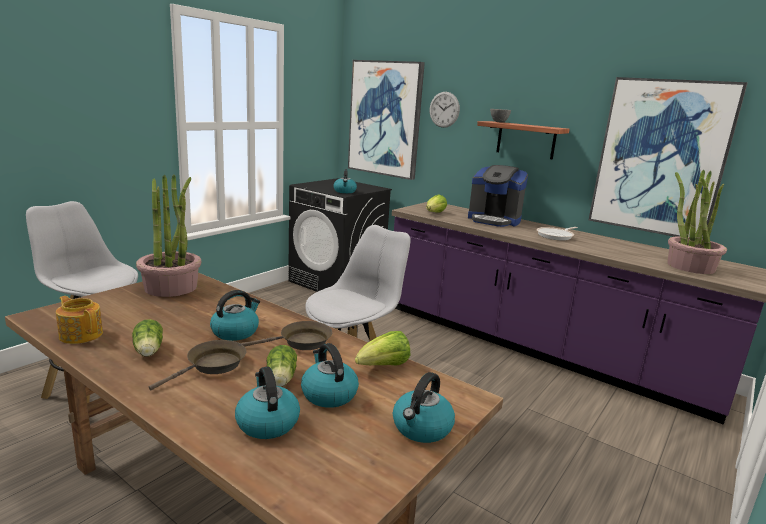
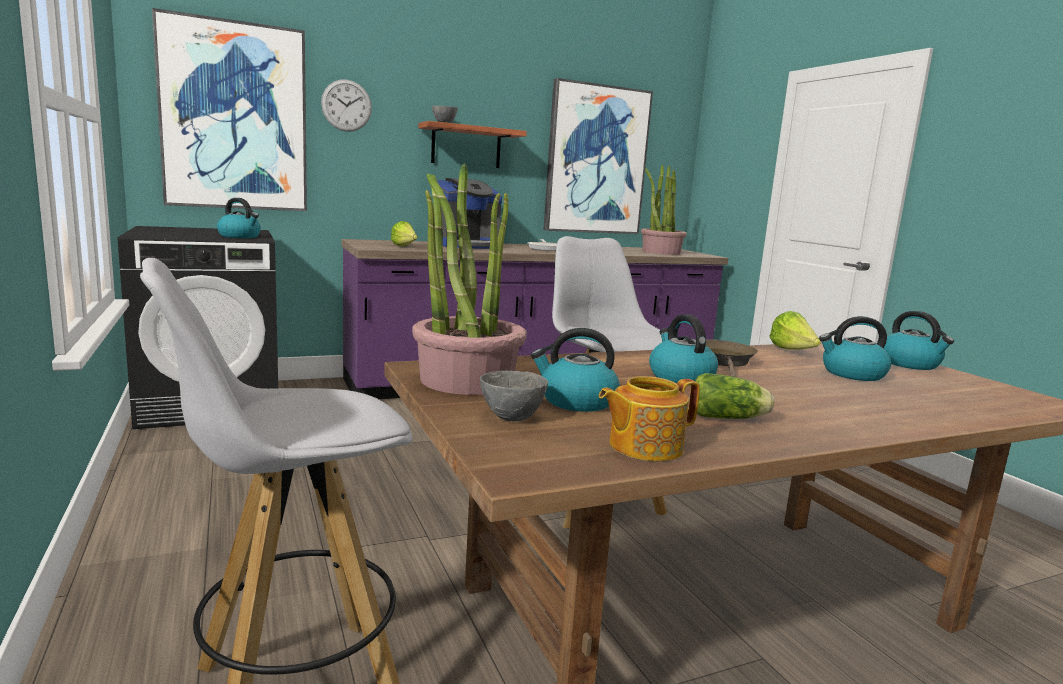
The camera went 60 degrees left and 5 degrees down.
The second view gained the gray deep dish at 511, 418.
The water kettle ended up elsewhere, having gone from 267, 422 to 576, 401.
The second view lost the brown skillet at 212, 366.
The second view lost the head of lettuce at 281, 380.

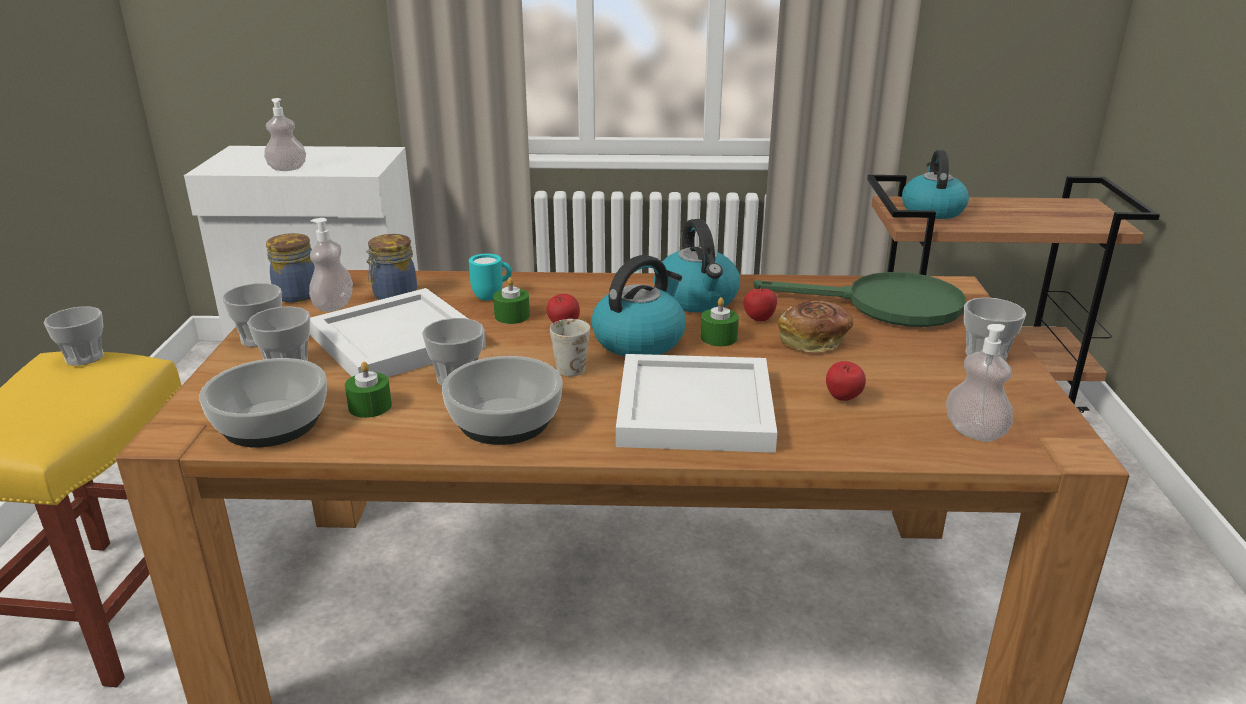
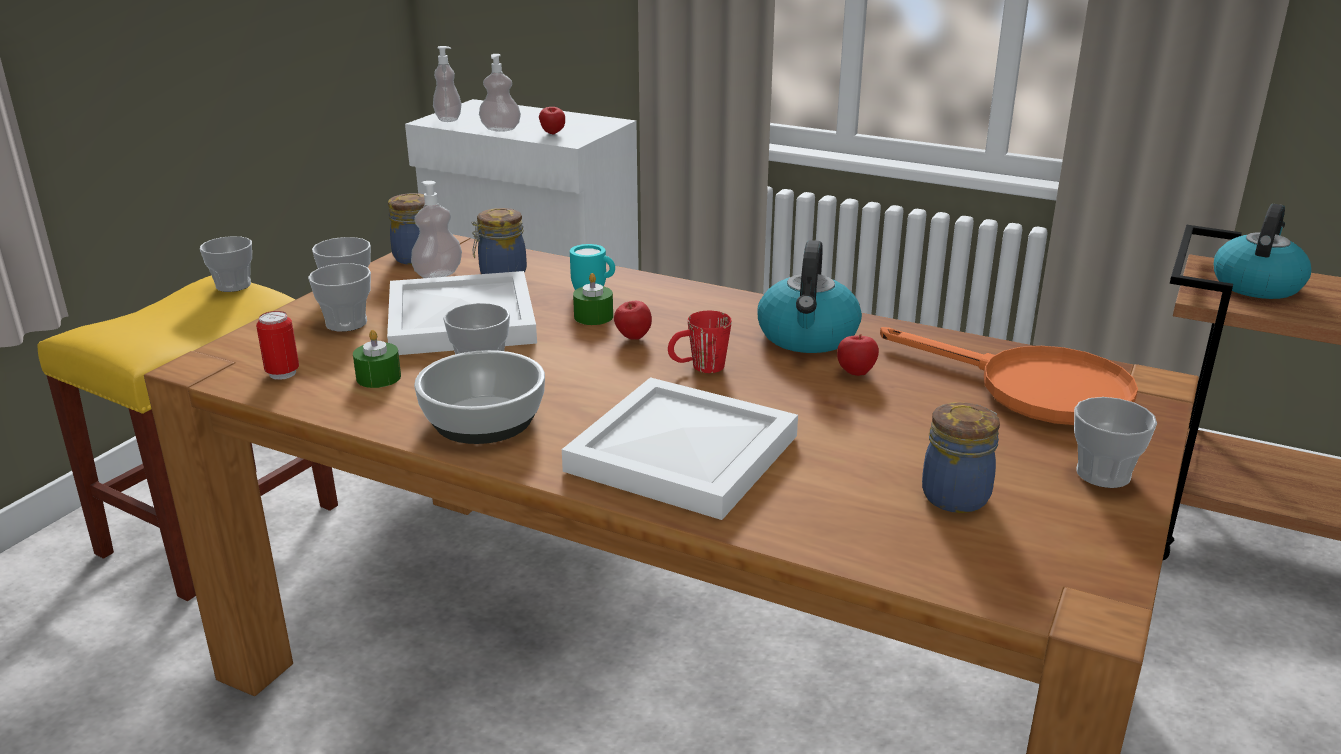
The camera went 25 degrees right and 0 degrees up.
Where the deep dish stood at 269, 423, the sealed can came to stand at 282, 373.
The liquid soap bottle ended up elsewhere, having gone from 974, 432 to 448, 119.
The whole apple ended up elsewhere, having gone from 843, 399 to 552, 134.
Where the water kettle stood at 639, 340, the reddish coffee mug came to stand at 698, 368.
What was the greenish skillet at 886, 306 turned into the orange skillet at 1033, 388.
The second view gained the storage jar at 957, 495.
The second view lost the white coffee mug at 566, 365.
The second view lost the greenish wax candle at 718, 338.
The second view lost the baked bread at 814, 341.

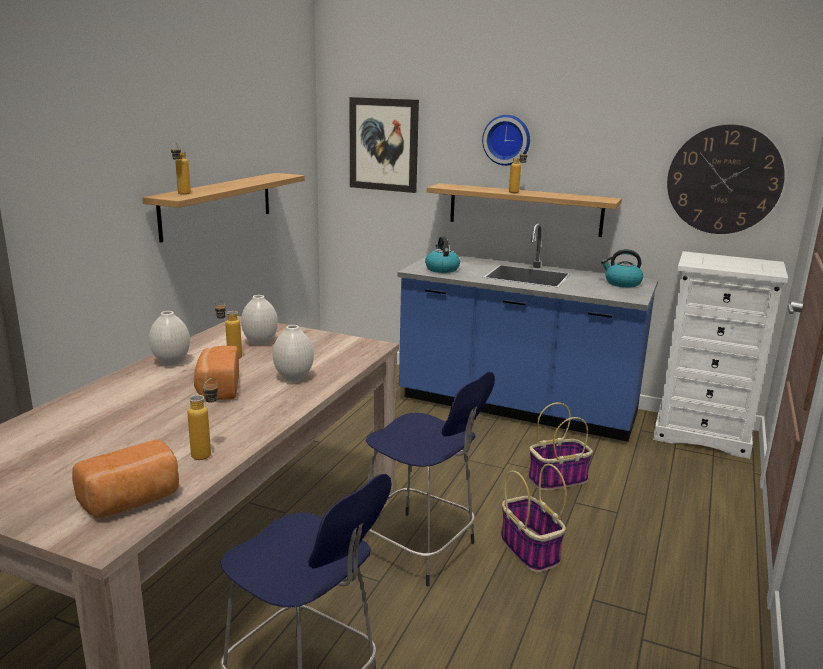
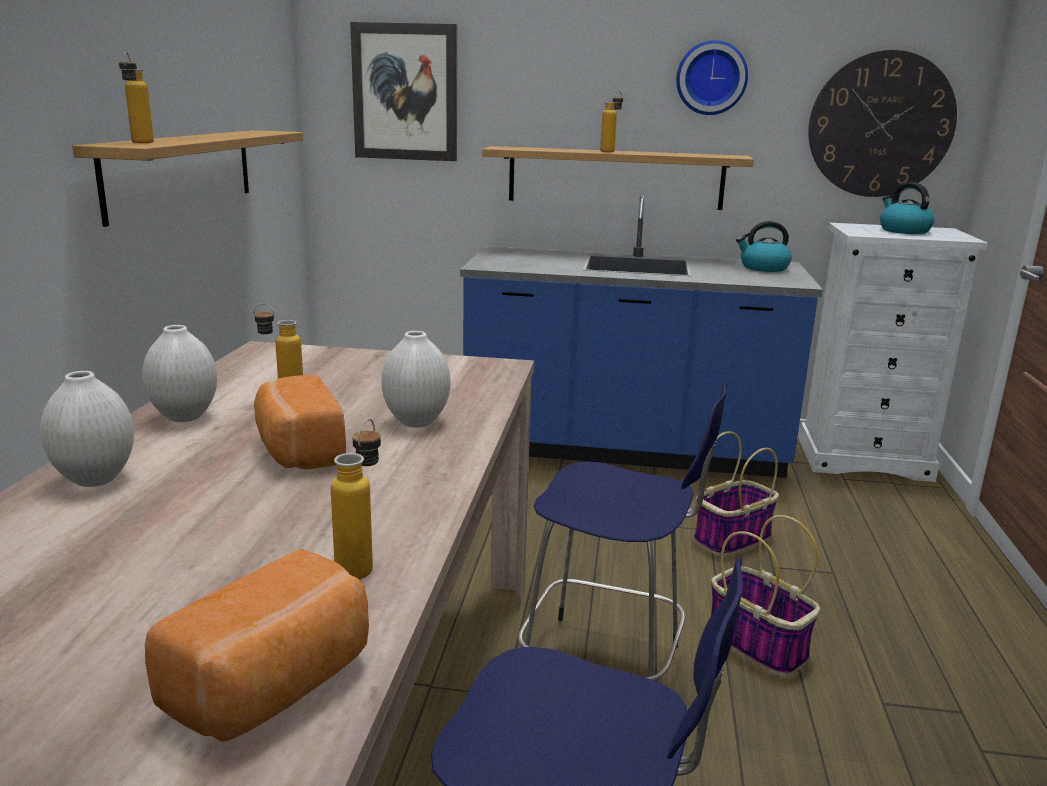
The camera went 15 degrees left and 0 degrees up.
The white decorative vase ended up elsewhere, having gone from 260, 342 to 96, 479.
The wall clock ended up elsewhere, having gone from 507, 140 to 711, 78.
The water kettle ended up elsewhere, having gone from 441, 269 to 903, 231.

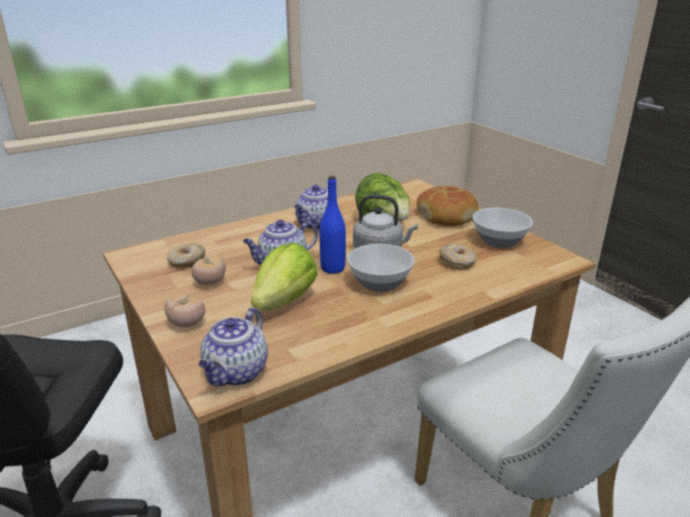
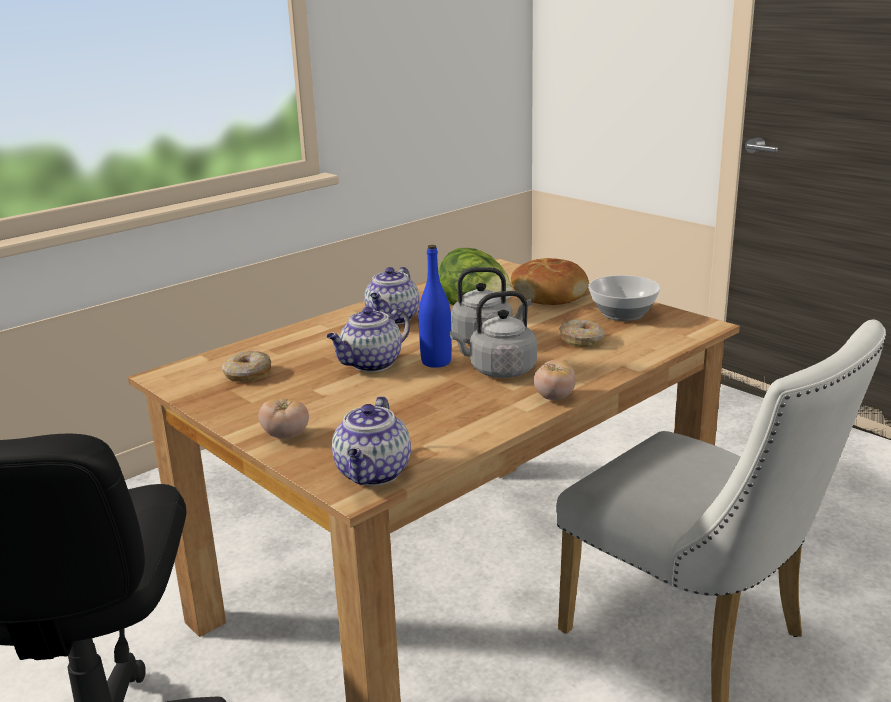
The camera went 10 degrees left and 5 degrees down.
Where the deep dish stood at 379, 283, the gray water kettle came to stand at 499, 371.
The tomato ended up elsewhere, having gone from 210, 282 to 554, 397.
The second view lost the head of lettuce at 284, 301.

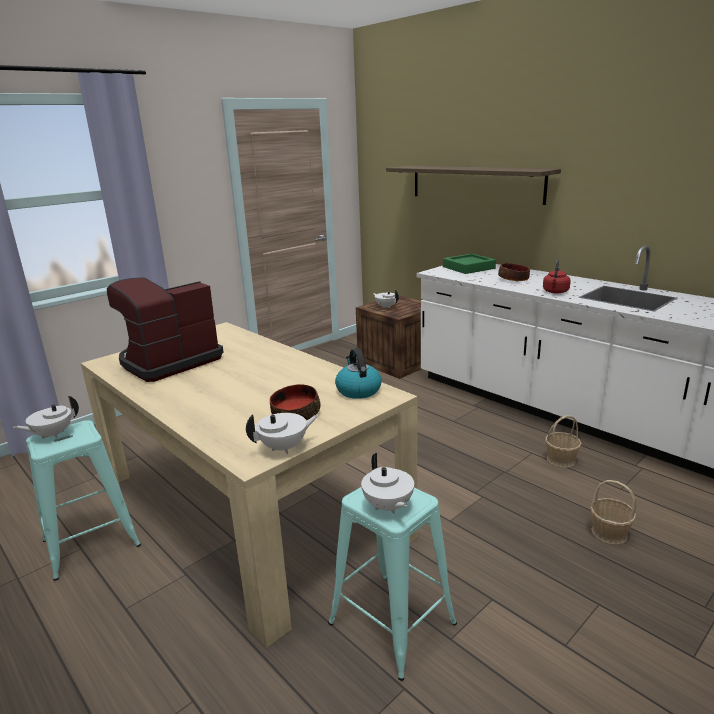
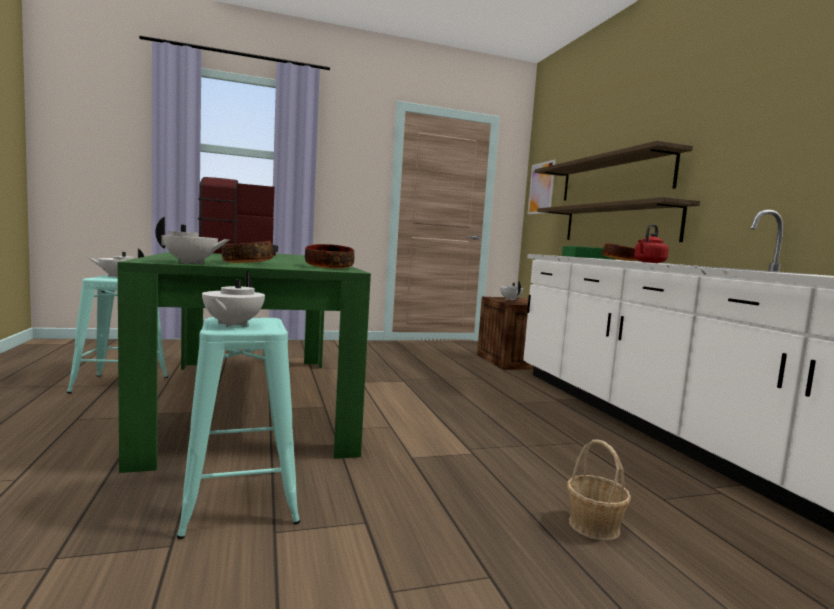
The camera went 25 degrees right and 15 degrees down.
What was the beige kitchen table at 250, 508 turned into the greenish kitchen table at 252, 400.
Where the water kettle stood at 358, 390, the deep dish came to stand at 328, 267.
The second view gained the picture at 541, 188.
The second view gained the shelf at 618, 223.
The second view lost the household basket at 561, 460.

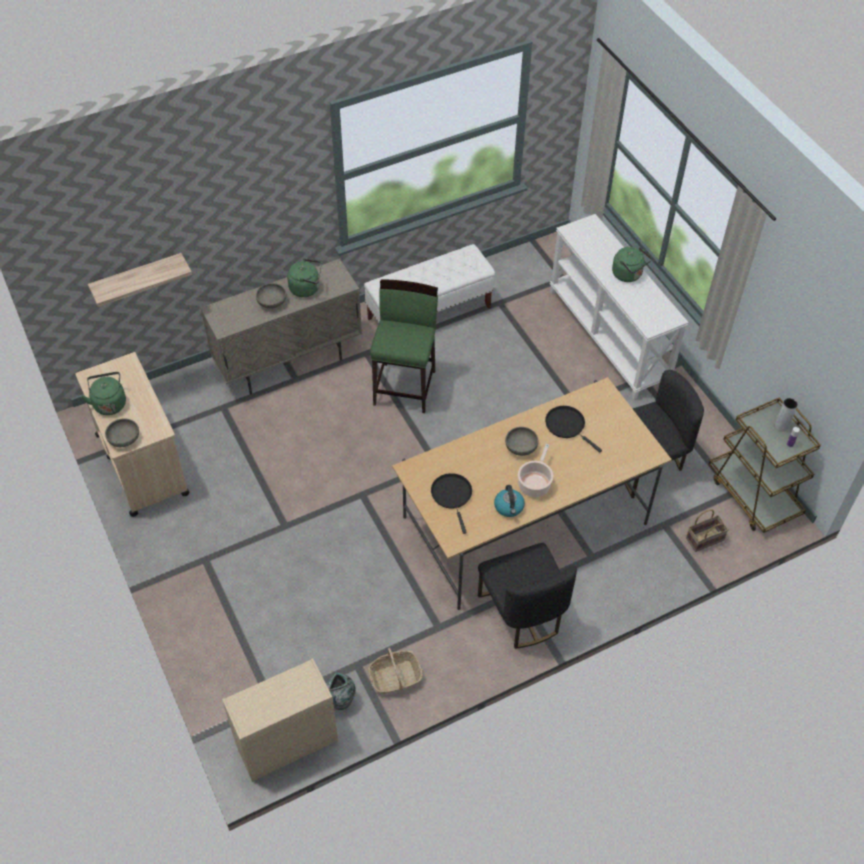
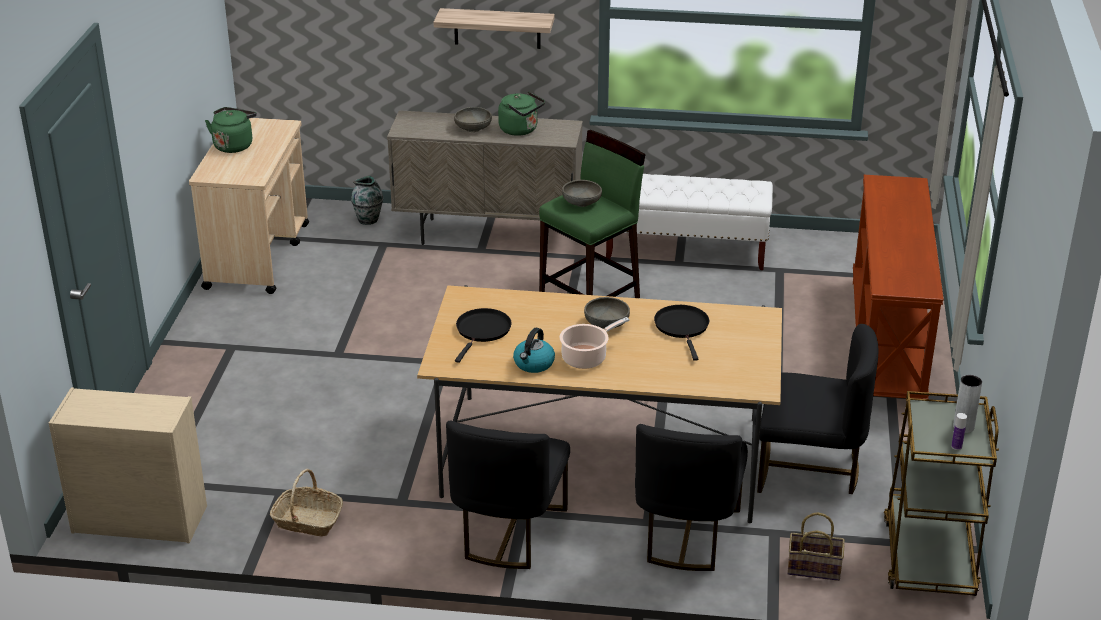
The camera went 35 degrees right and 20 degrees down.
The decorative vase ended up elsewhere, having gone from 341, 700 to 368, 220.
The shelf ended up elsewhere, having gone from 137, 279 to 497, 28.
The gray deep dish ended up elsewhere, having gone from 124, 439 to 581, 203.
The second view gained the black-coloured upright chair at 686, 535.
What was the white hall table at 609, 336 turned into the brown hall table at 888, 344.
The second view lost the greenish water kettle at 628, 275.

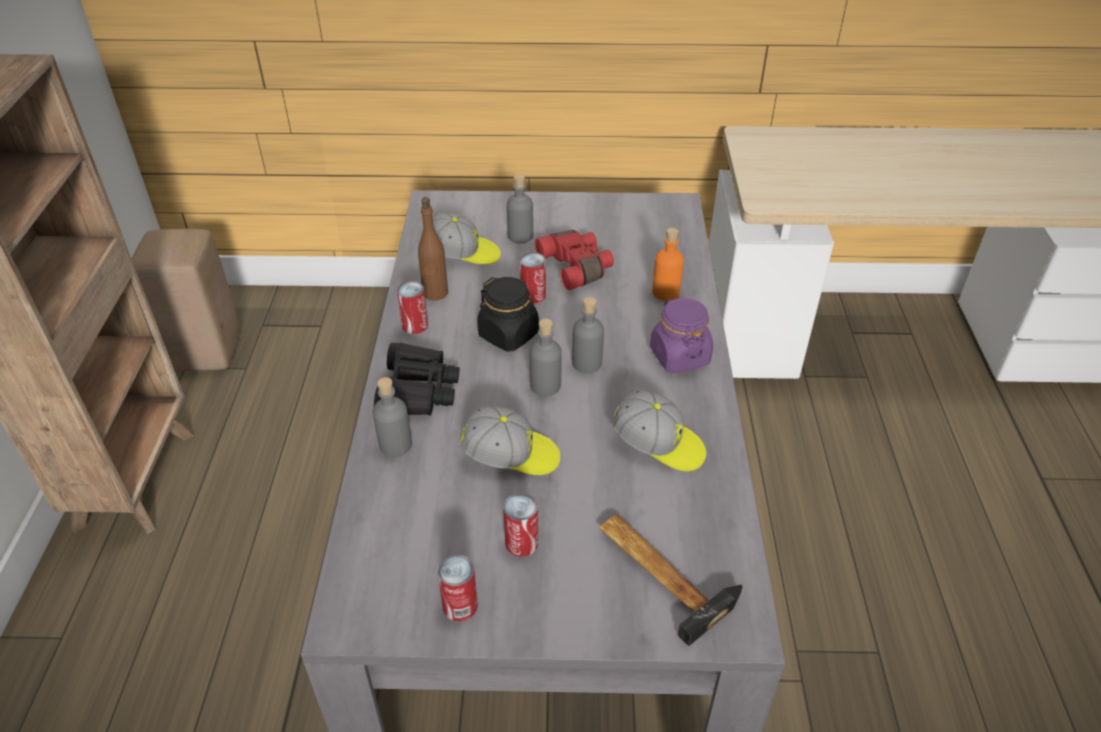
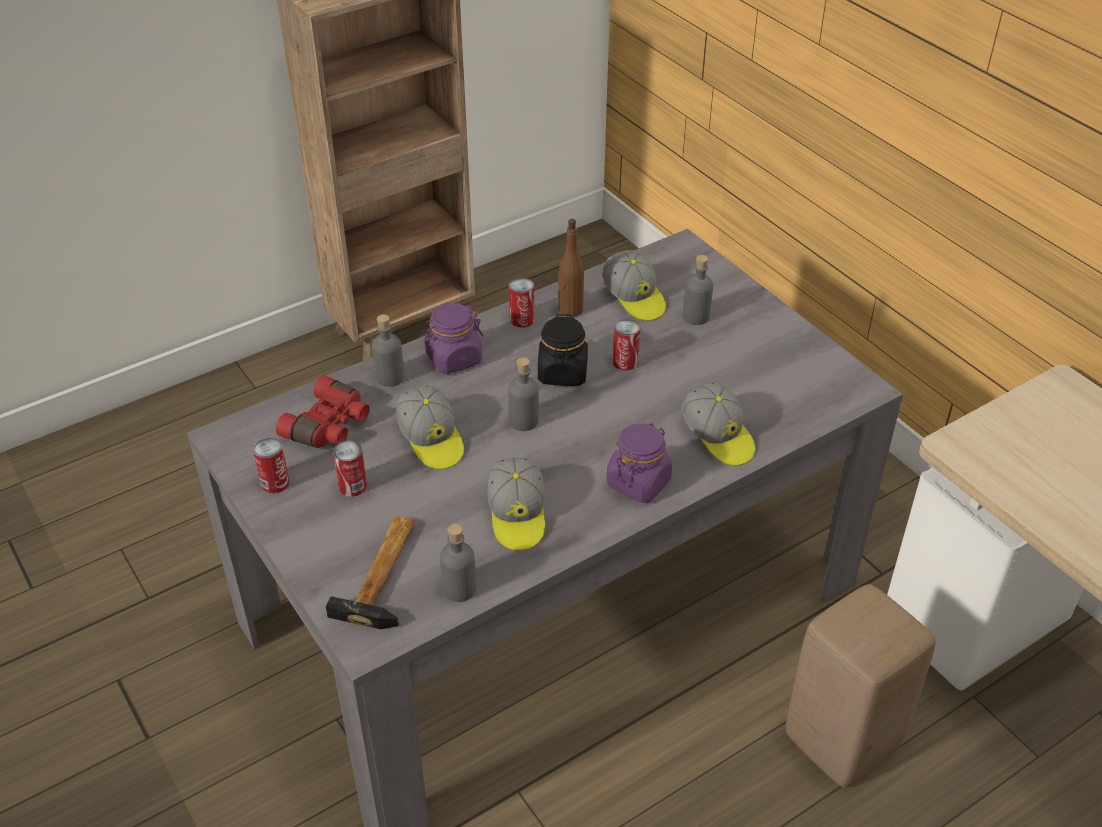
The camera went 55 degrees right and 0 degrees up.
The reddish pair of binoculars ended up elsewhere, having gone from 577, 267 to 329, 426.
Where the black-coloured pair of binoculars stood at 417, 390, the purple-coloured storage jar came to stand at 453, 359.
The gray drink bottle ended up elsewhere, having gone from 587, 363 to 459, 589.
Where the orange drink bottle stood at 665, 292, the baseball cap came to stand at 718, 437.
The beige stool seat ended up elsewhere, having gone from 207, 353 to 841, 743.

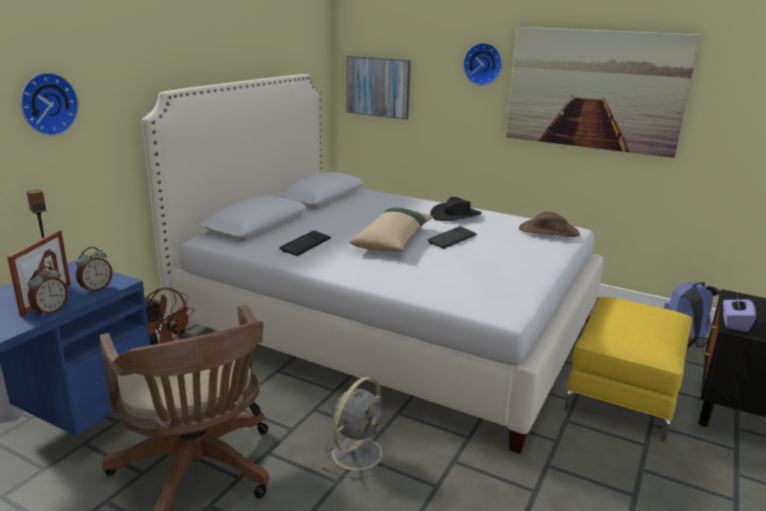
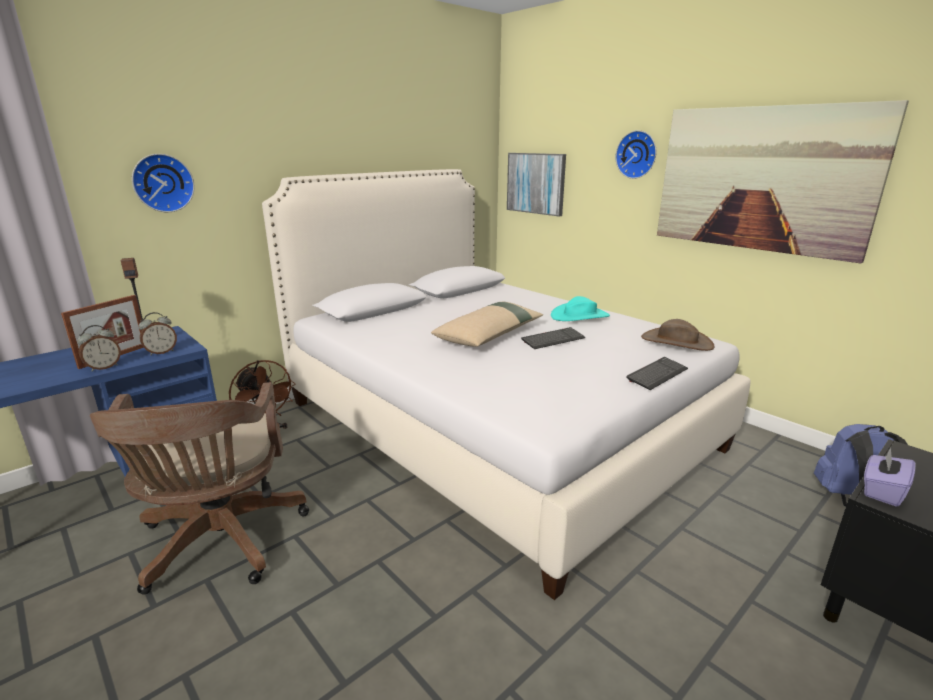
The camera went 20 degrees right and 0 degrees up.
What was the black-coloured clothing hat at 455, 215 turned into the turquoise clothing hat at 580, 316.
The computer keyboard ended up elsewhere, having gone from 305, 244 to 657, 374.
The second view lost the gray electric fan at 358, 452.
The second view lost the yellow ottoman at 623, 392.

